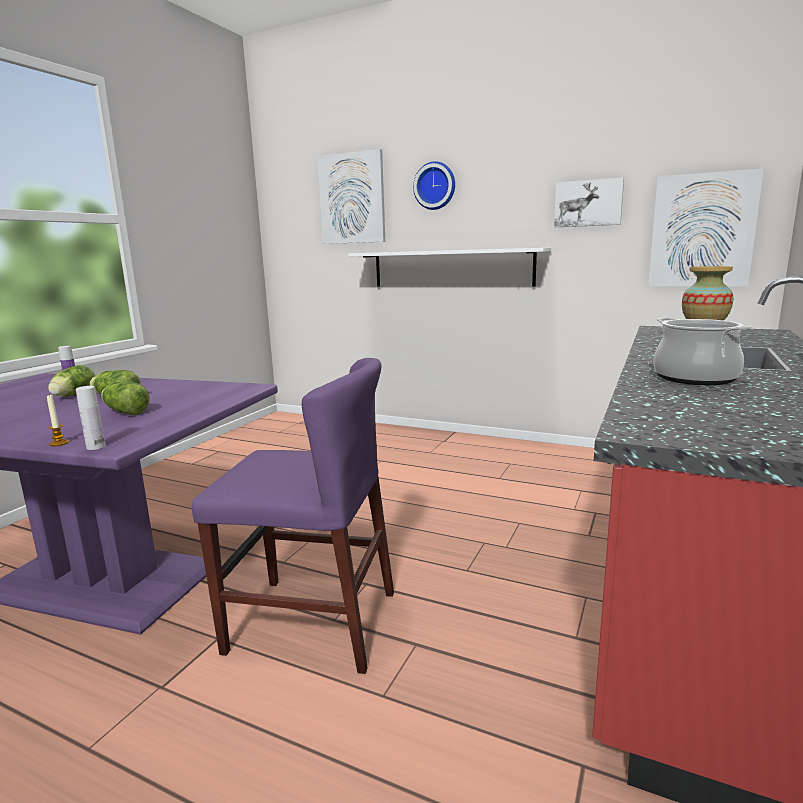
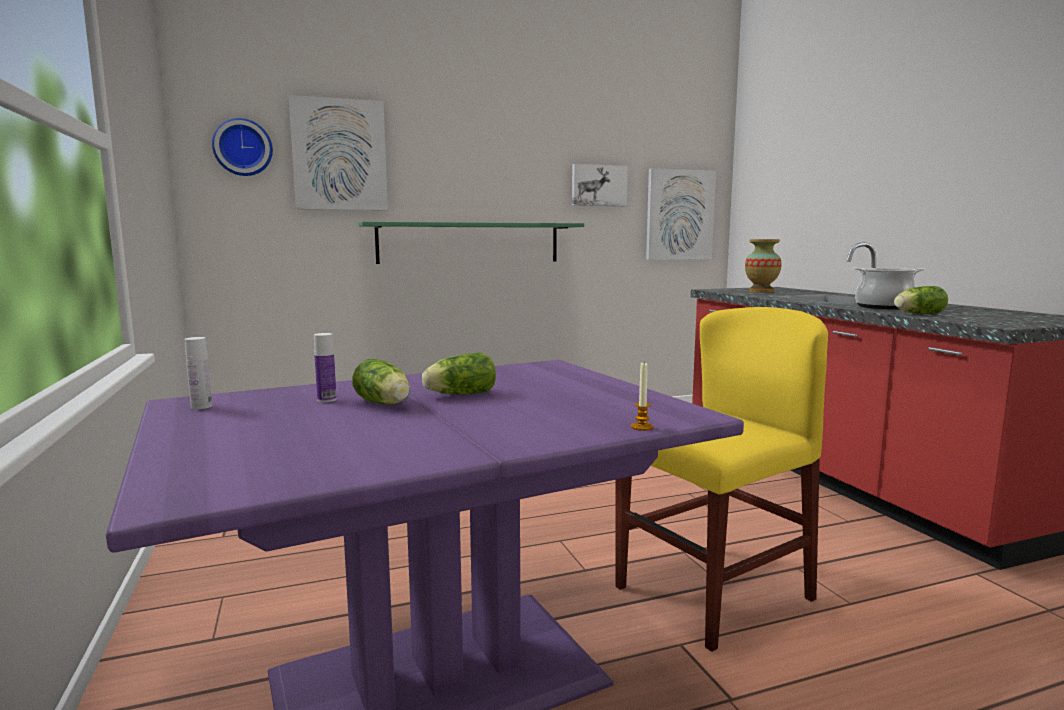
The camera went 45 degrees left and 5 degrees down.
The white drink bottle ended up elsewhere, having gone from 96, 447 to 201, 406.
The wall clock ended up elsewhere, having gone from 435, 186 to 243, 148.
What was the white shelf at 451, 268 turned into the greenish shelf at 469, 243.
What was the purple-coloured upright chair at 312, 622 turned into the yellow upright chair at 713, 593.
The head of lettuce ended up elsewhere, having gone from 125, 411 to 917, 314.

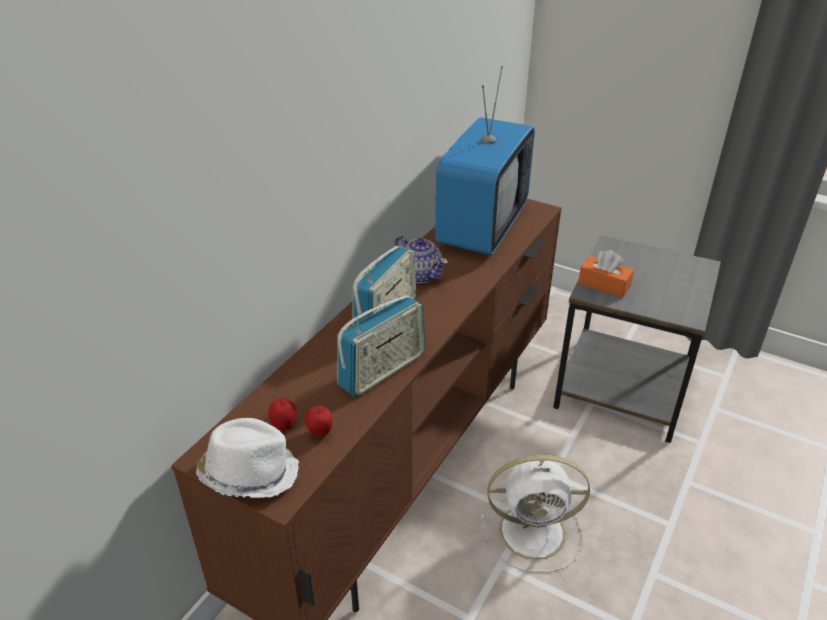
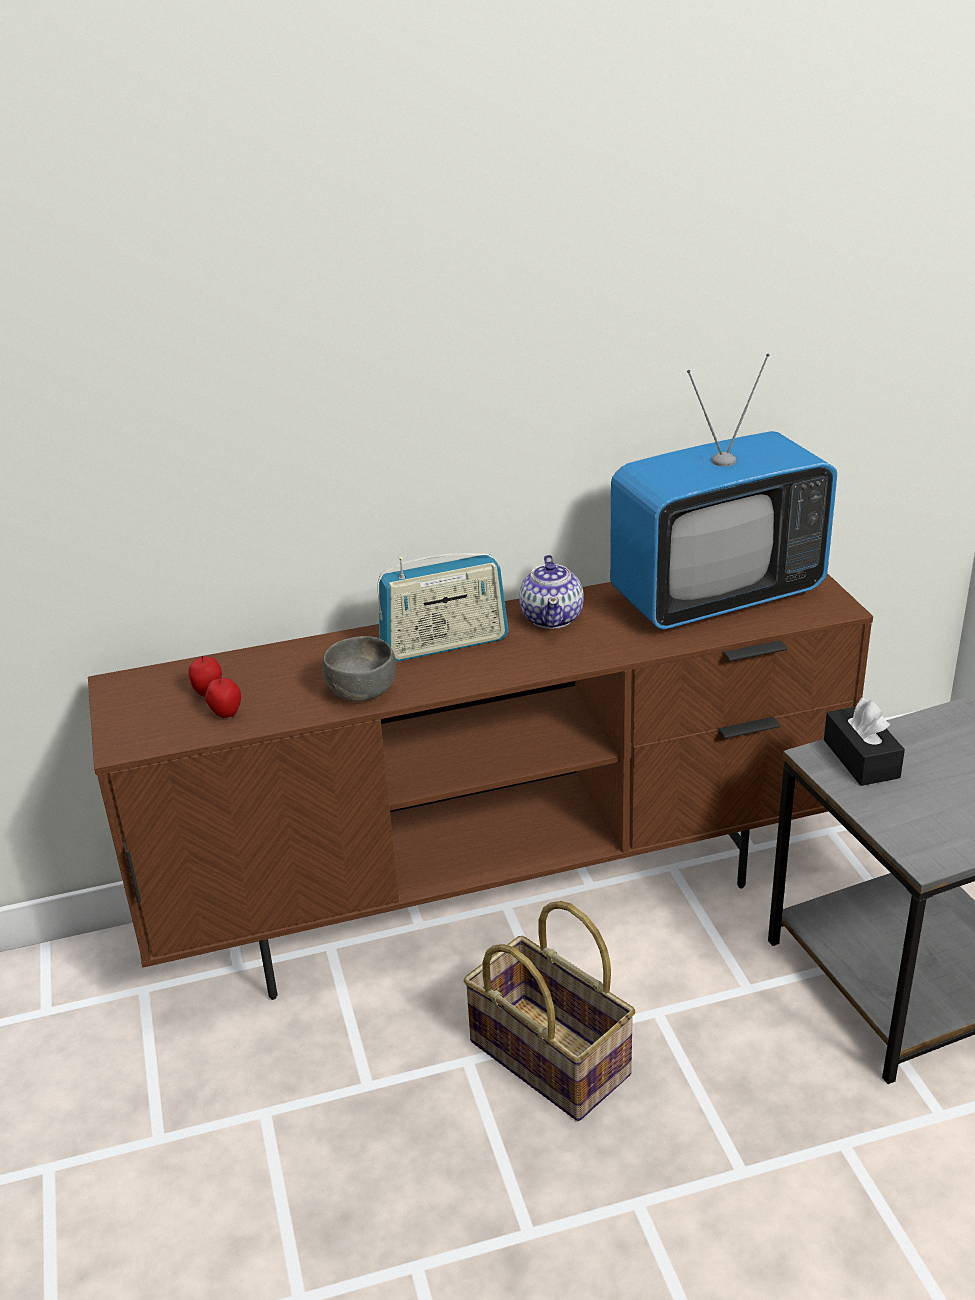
The camera went 45 degrees right and 5 degrees down.
Where the radio receiver stood at 383, 370, the gray deep dish came to stand at 362, 691.
Where the white electric fan stood at 535, 531, the household basket came to stand at 552, 1057.
What was the orange tissue holder at 604, 284 turned into the black-coloured tissue holder at 861, 759.
The second view lost the white clothing hat at 249, 473.

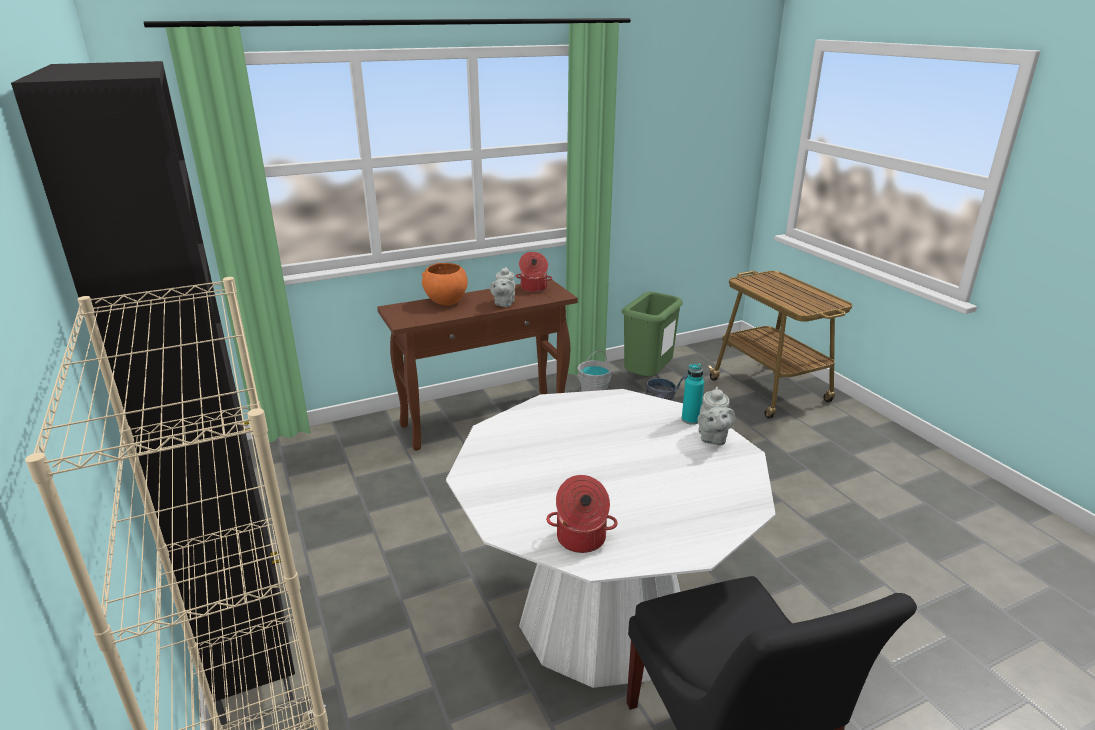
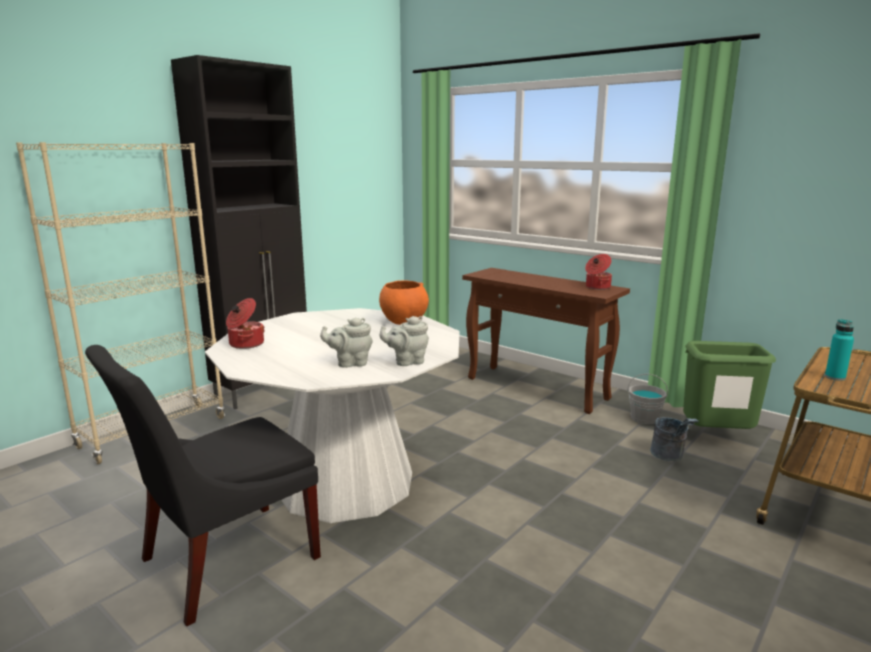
The camera went 65 degrees right and 10 degrees down.
The gray teapot ended up elsewhere, having gone from 503, 303 to 350, 363.
The orange deep dish ended up elsewhere, having gone from 446, 301 to 403, 321.
The turquoise drink bottle ended up elsewhere, having gone from 690, 420 to 835, 377.

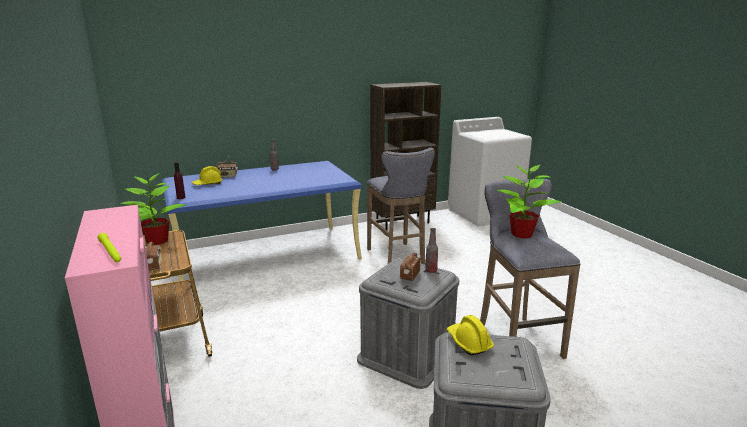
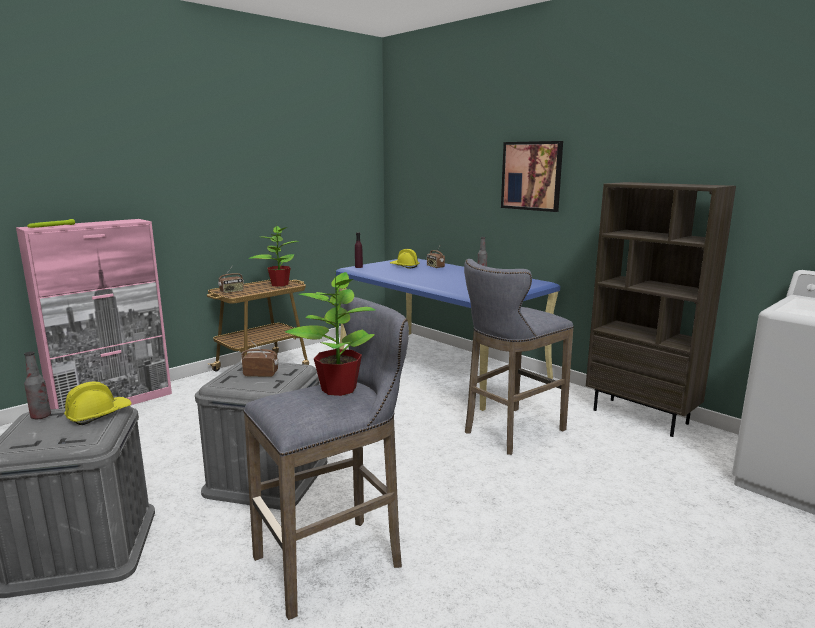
The camera went 70 degrees right and 5 degrees down.
The drink bottle ended up elsewhere, having gone from 431, 270 to 41, 416.
The second view gained the picture at 531, 176.

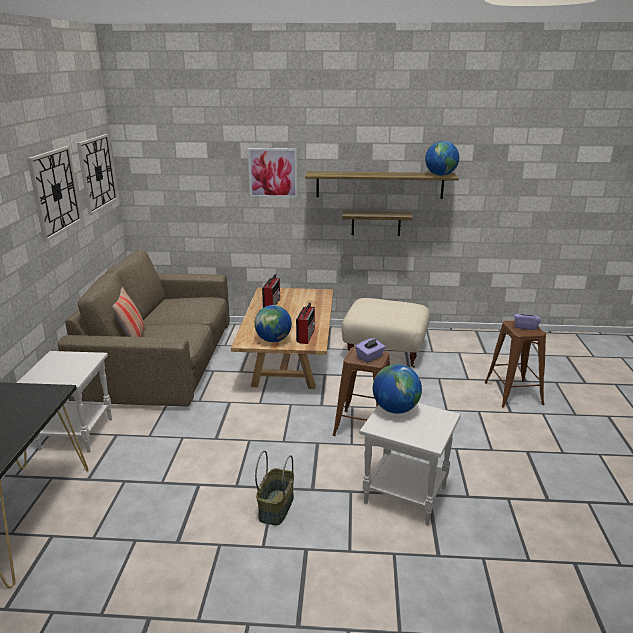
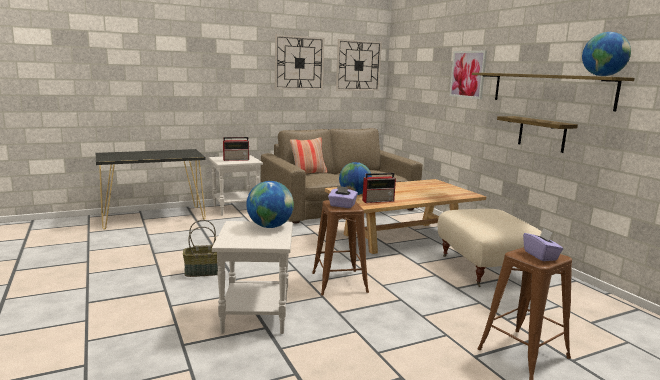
The camera went 60 degrees right and 10 degrees down.
The radio receiver ended up elsewhere, having gone from 272, 303 to 236, 159.

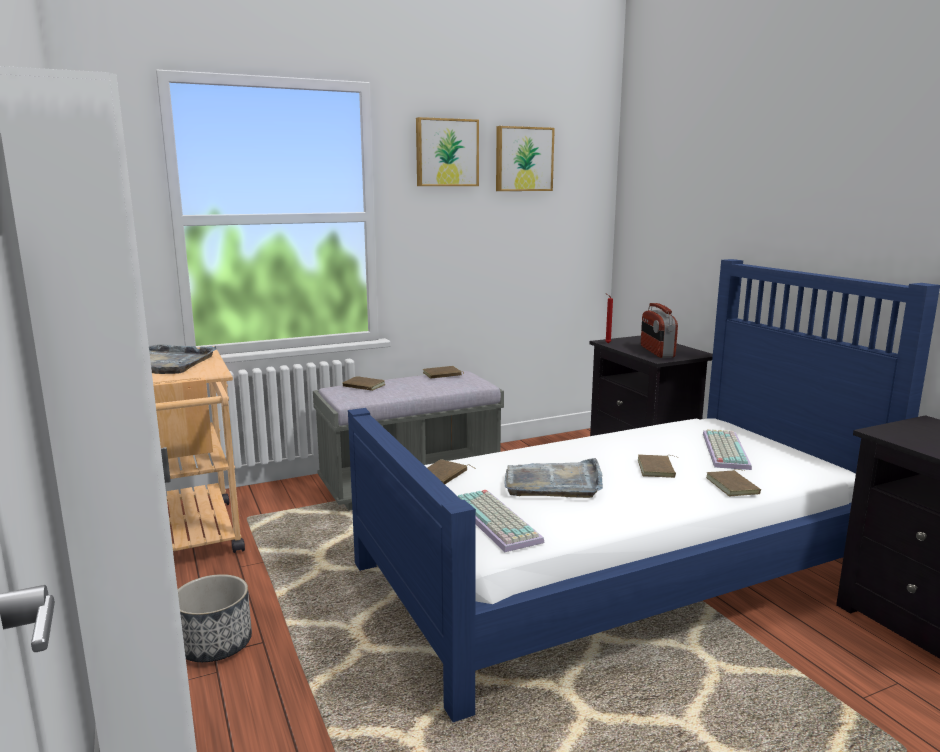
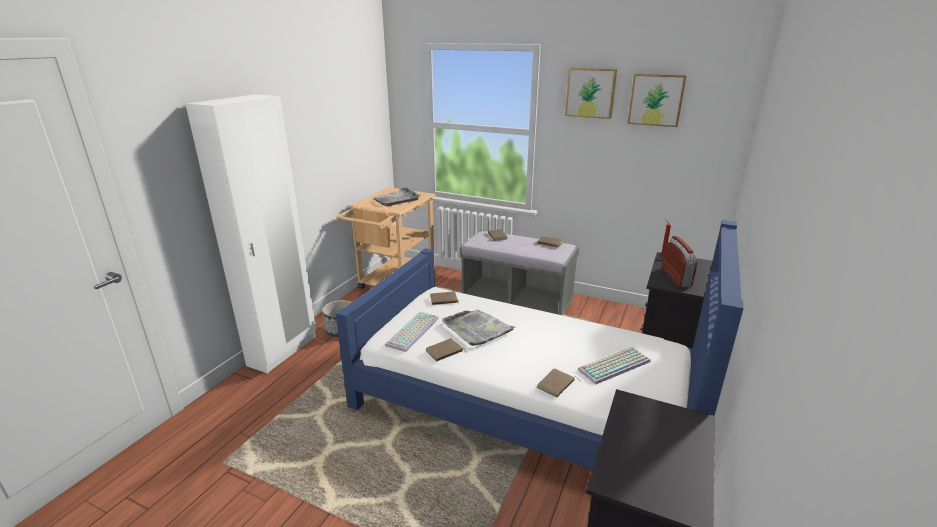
The camera went 50 degrees right and 10 degrees up.
The brown volume ended up elsewhere, having gone from 657, 469 to 444, 352.
The radio receiver at 656, 351 ended up facing another way, 135 degrees clockwise from before.

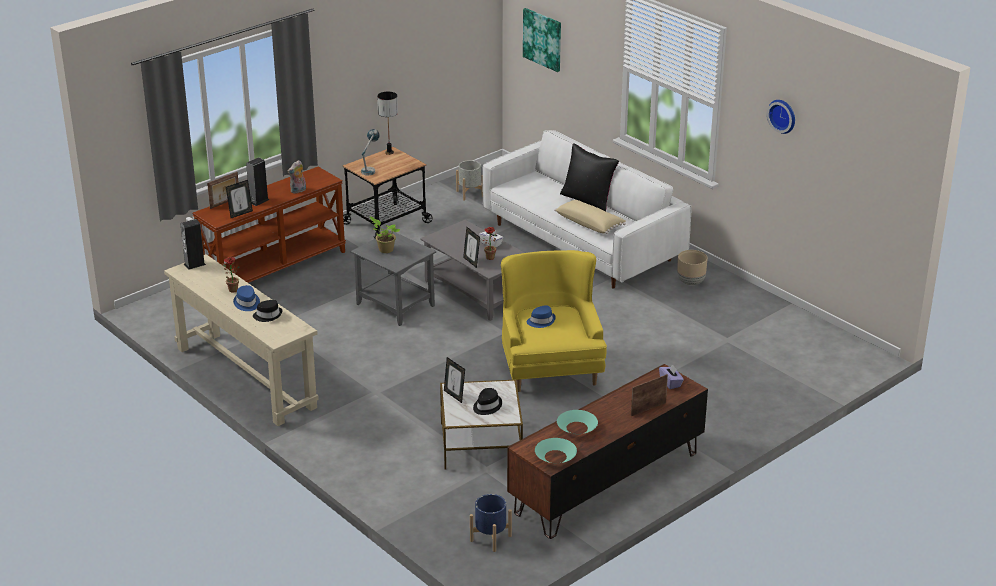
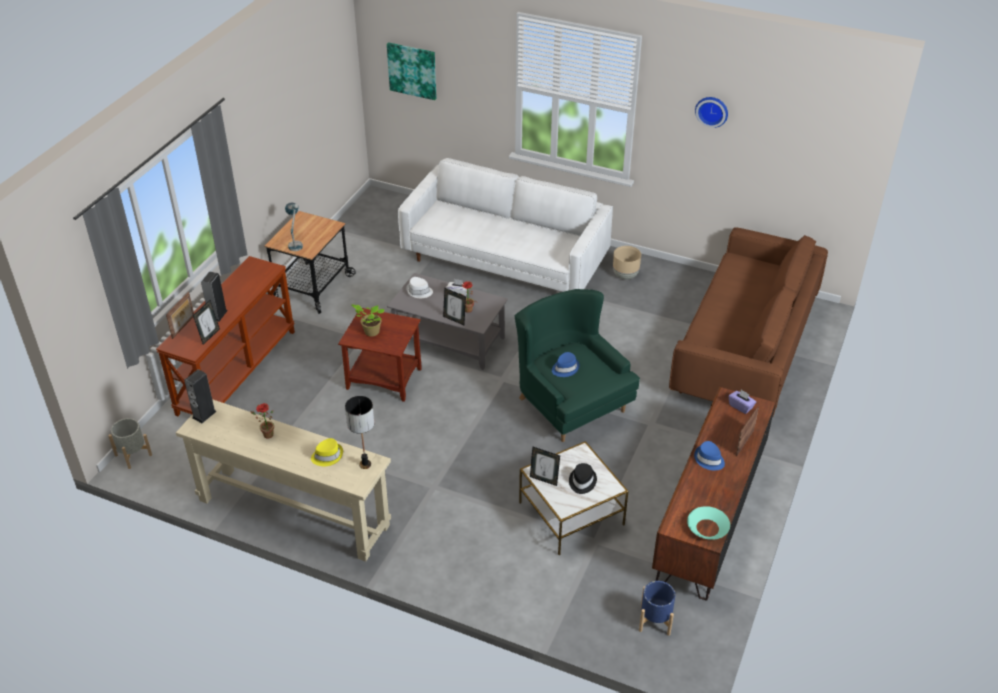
The camera went 25 degrees left and 10 degrees up.
The gray plant pot ended up elsewhere, having gone from 469, 193 to 133, 455.
What was the black-coloured clothing hat at 268, 315 turned into the yellow clothing hat at 327, 456.
What was the gray accent table at 394, 305 turned into the brown accent table at 383, 379.
The tabletop lamp ended up elsewhere, having gone from 389, 152 to 365, 464.
The second view gained the white clothing hat at 419, 291.
What was the yellow armchair at 550, 365 turned into the greenish armchair at 570, 402.
The second view gained the brown settee at 744, 349.
The blue clothing hat ended up elsewhere, having gone from 246, 303 to 709, 459.
The second view lost the soft toy at 298, 191.
The second view lost the beige cushion at 590, 224.
The second view lost the turquoise deep dish at 577, 428.
The second view lost the black-coloured cushion at 588, 200.

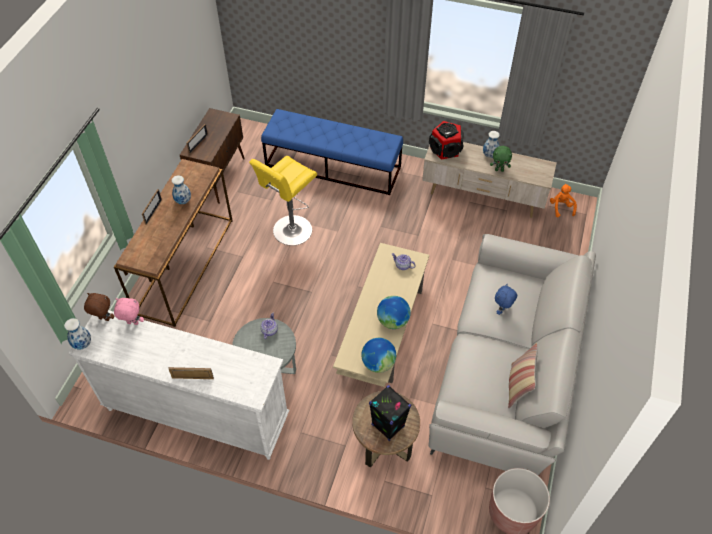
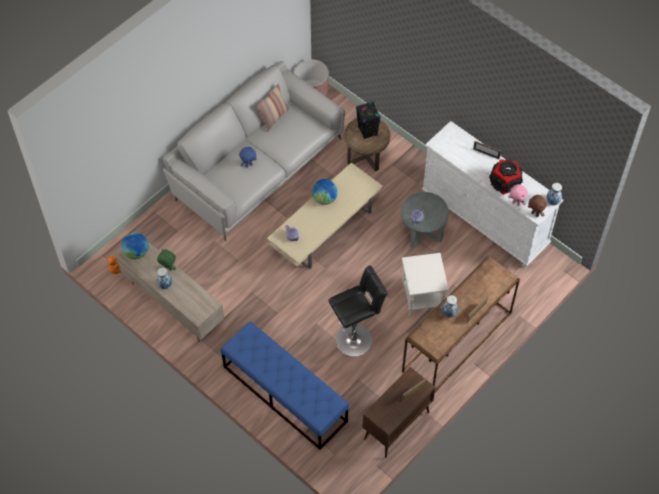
The camera went 155 degrees left and 5 degrees up.
The world globe ended up elsewhere, having gone from 378, 363 to 136, 253.
What was the yellow stool seat at 290, 232 turned into the black-coloured stool seat at 356, 338.
The second view gained the white accent table at 422, 298.
The loudspeaker ended up elsewhere, having gone from 446, 149 to 504, 183.

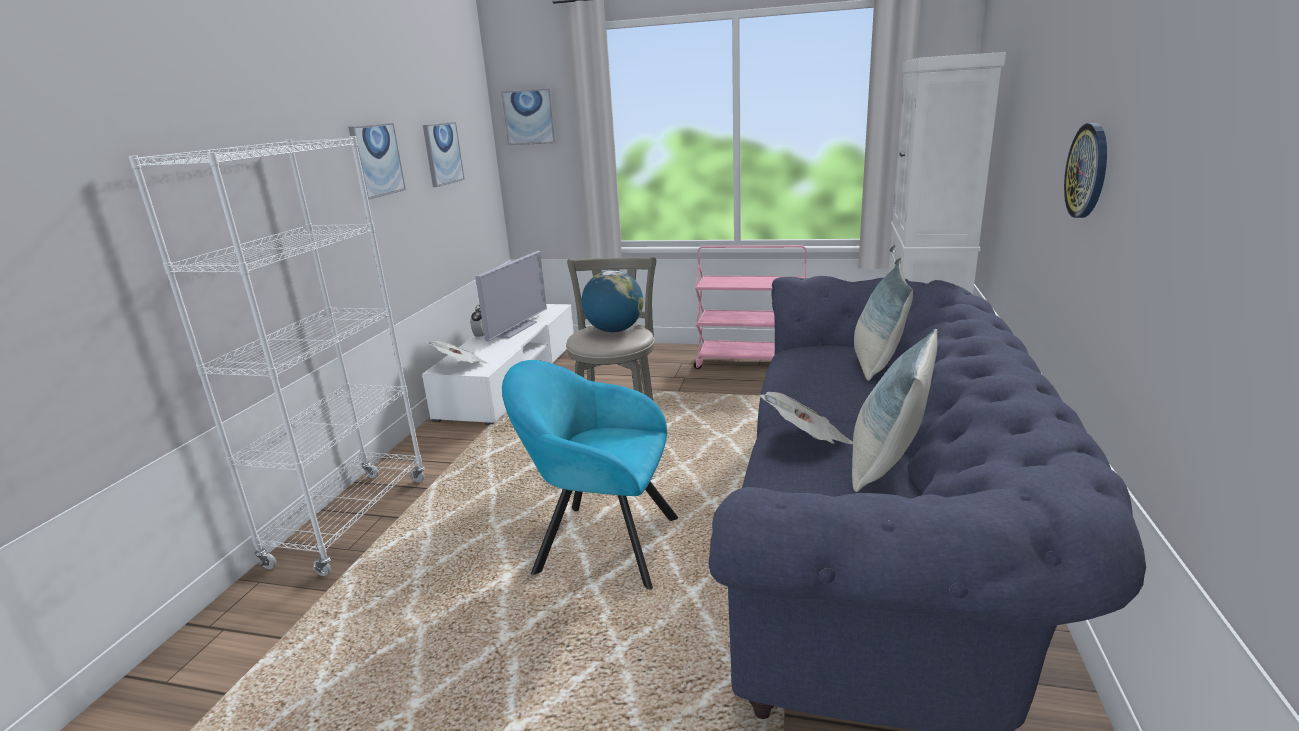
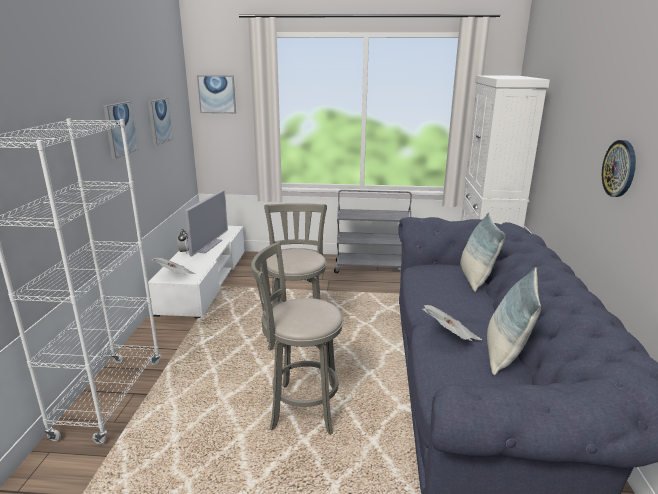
The camera went 10 degrees left and 0 degrees up.
Where the turquoise armchair stood at 600, 544, the gray stool seat came to stand at 301, 408.
What was the pinkish wheeled cart at 751, 362 turned into the gray wheeled cart at 371, 268.
The second view lost the world globe at 614, 330.

